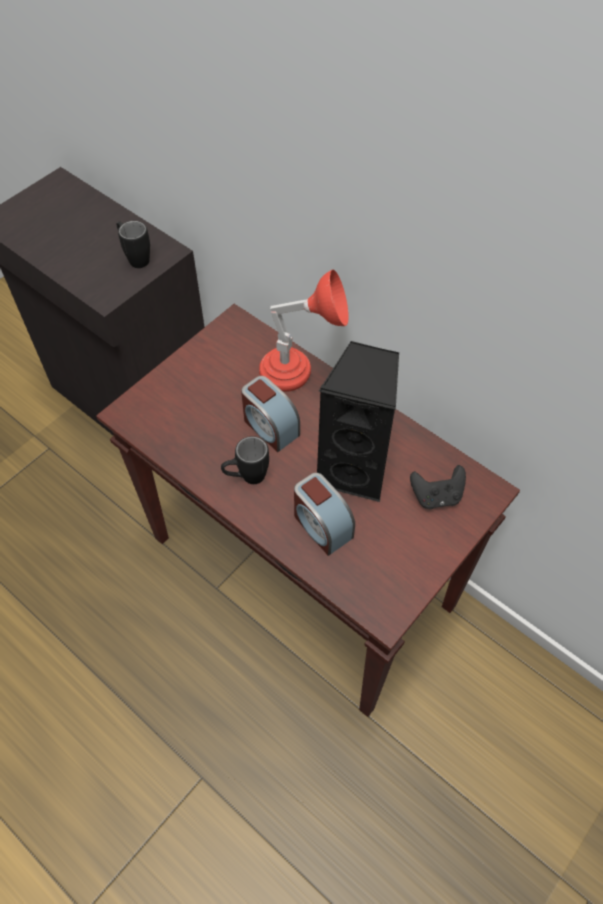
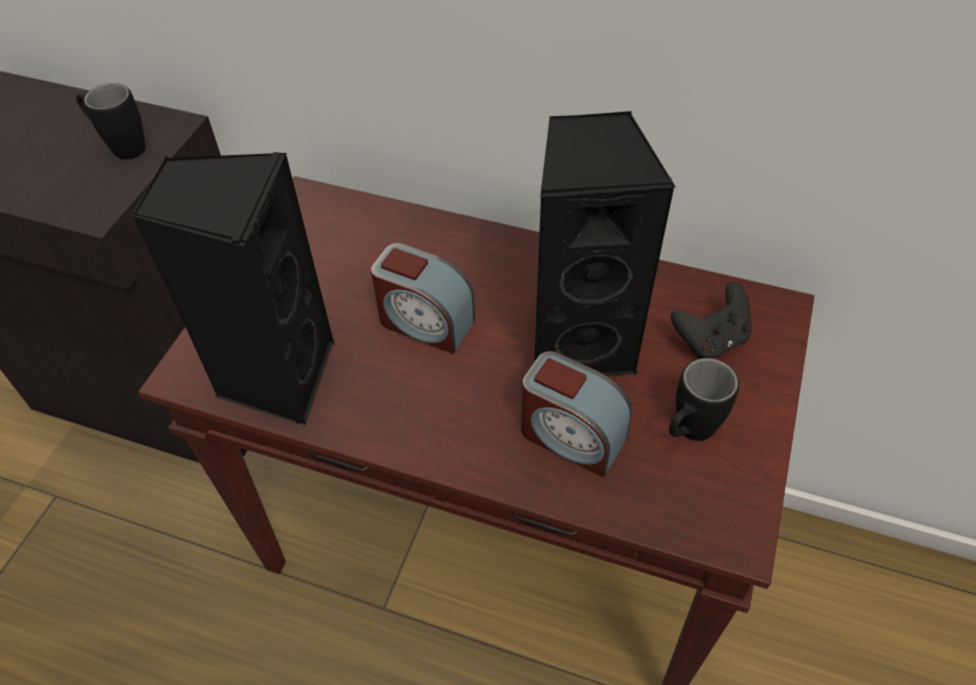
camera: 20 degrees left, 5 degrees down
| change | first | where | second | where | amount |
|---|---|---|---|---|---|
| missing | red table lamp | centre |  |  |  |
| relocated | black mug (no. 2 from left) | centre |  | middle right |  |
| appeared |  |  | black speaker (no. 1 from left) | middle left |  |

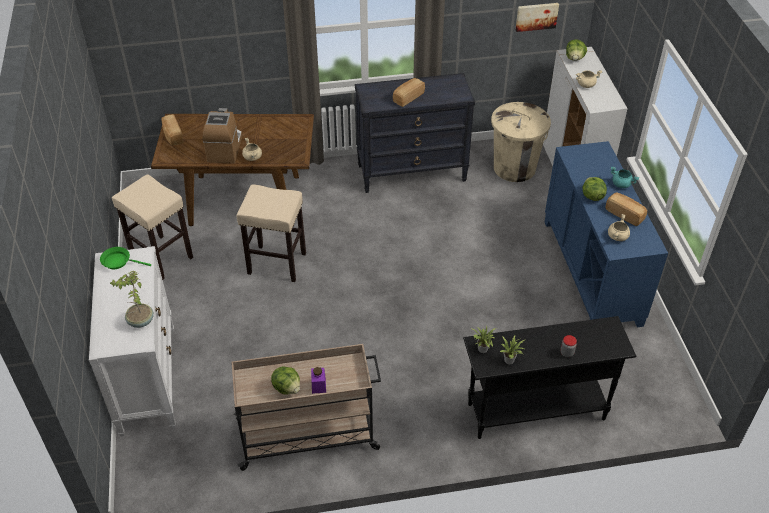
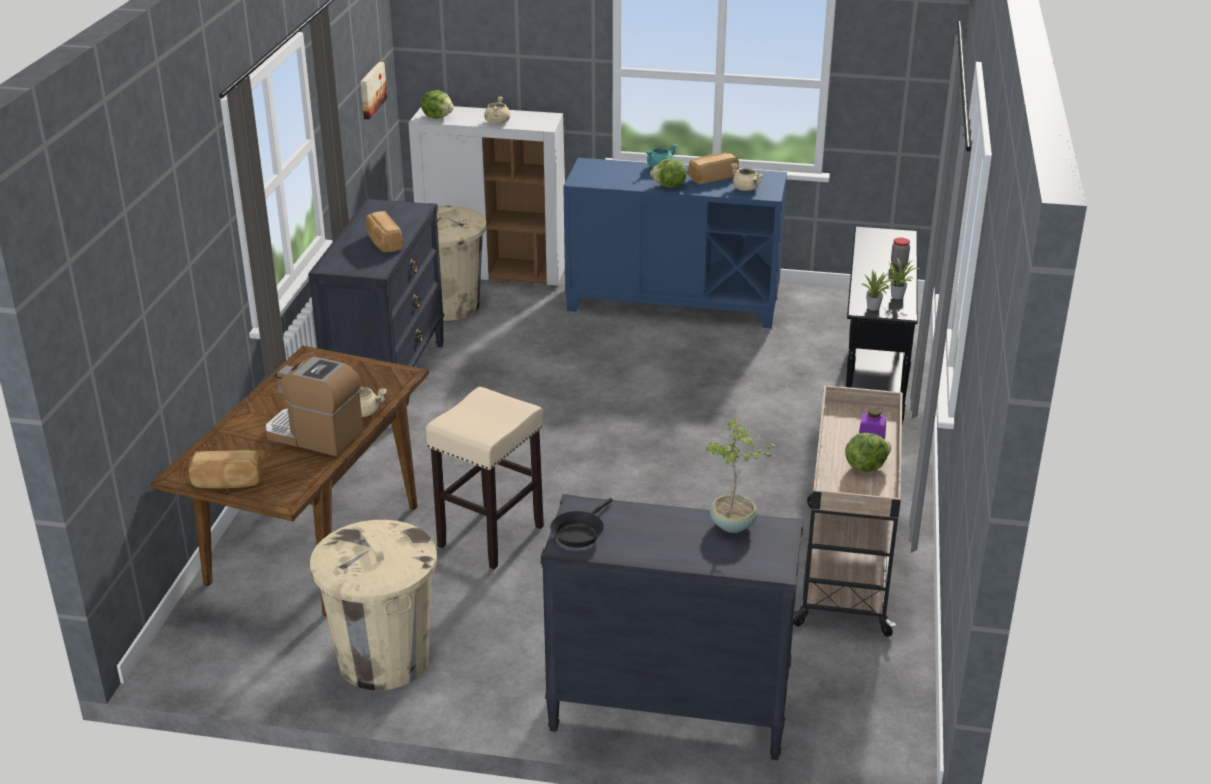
camera: 70 degrees left, 15 degrees down
| change | first | where | second | where | amount |
|---|---|---|---|---|---|
| exchanged | beige stool (no. 1 from left) | middle left | beige trash can (no. 1 from left) | bottom left |  |
| colour | white dresser | middle left | black dresser (no. 2 from left) | bottom centre |  |
| colour | green frying pan | middle left | black frying pan | bottom centre |  |

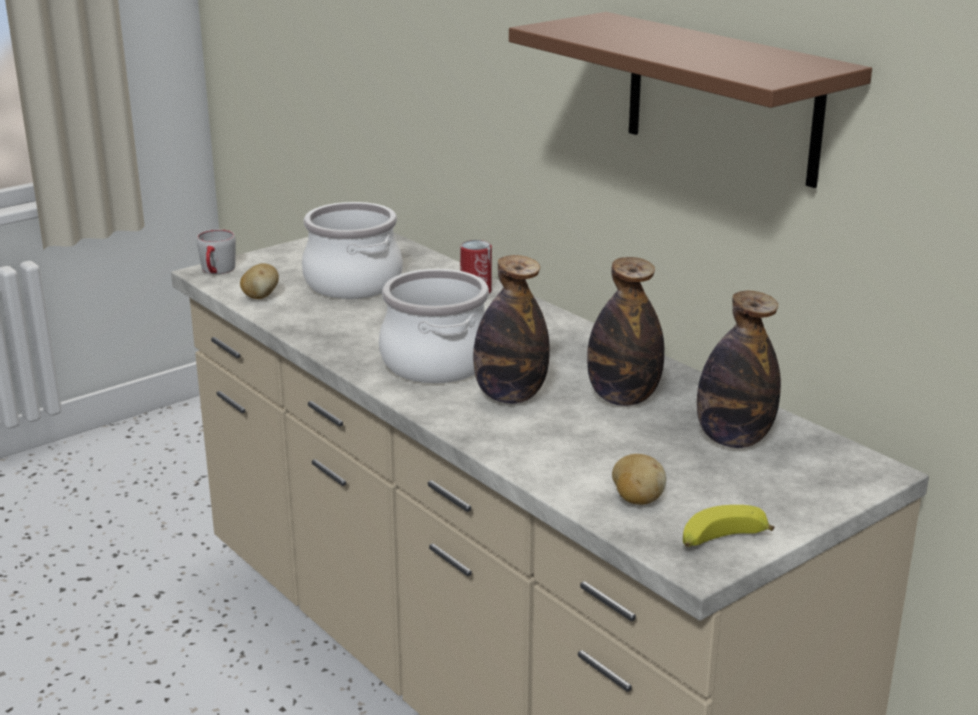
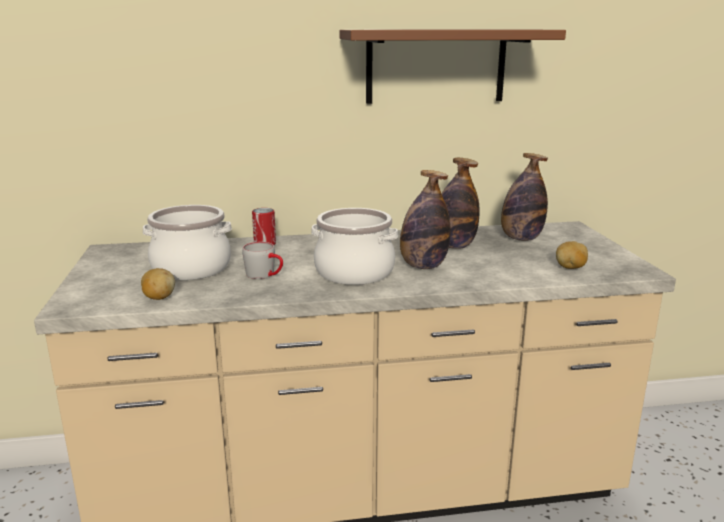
camera: 60 degrees left, 5 degrees down
| change | first | where | second | where | amount |
|---|---|---|---|---|---|
| relocated | grey mug | middle left |  | centre |  |
| missing | banana | bottom right |  |  |  |

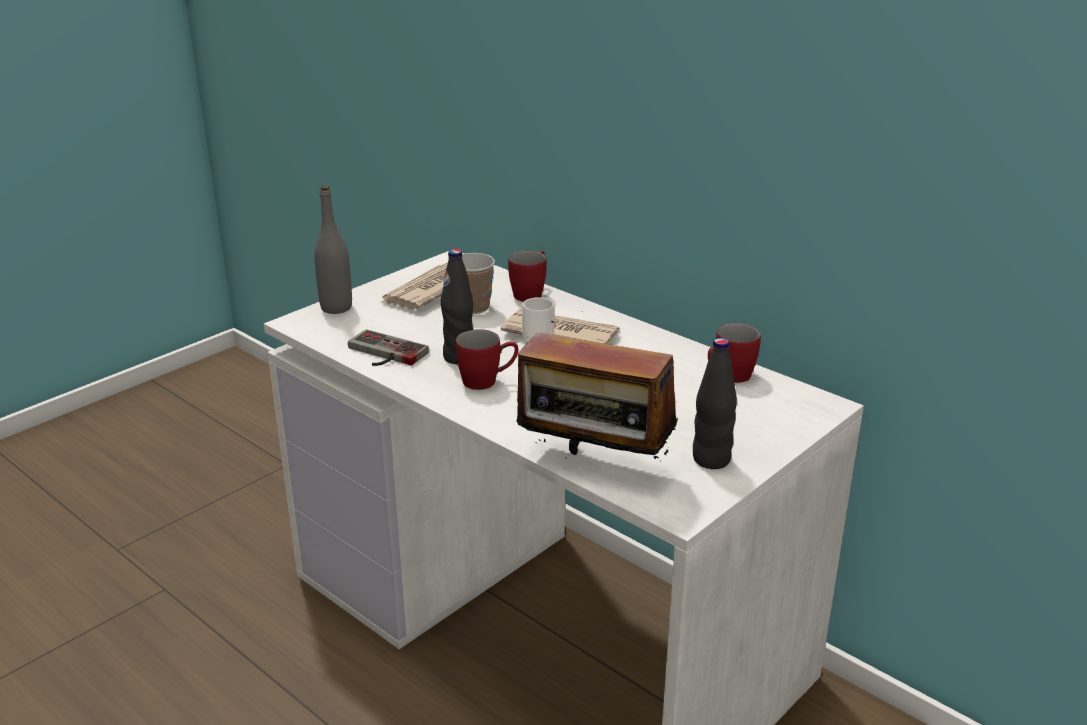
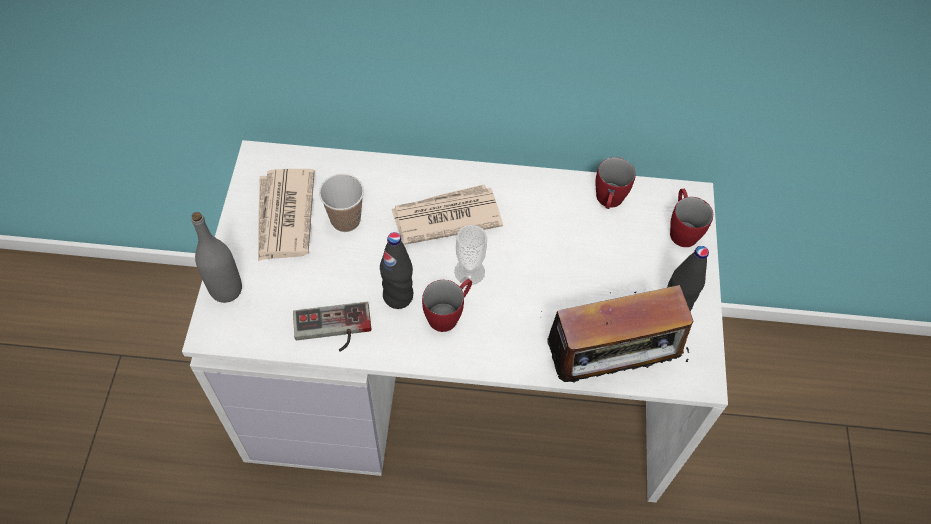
camera: 40 degrees left, 30 degrees up
| change | first | where | second | where | amount |
|---|---|---|---|---|---|
| relocated | red mug (no. 2 from left in the first image) | centre | red mug (no. 3 from left) | middle right |  |

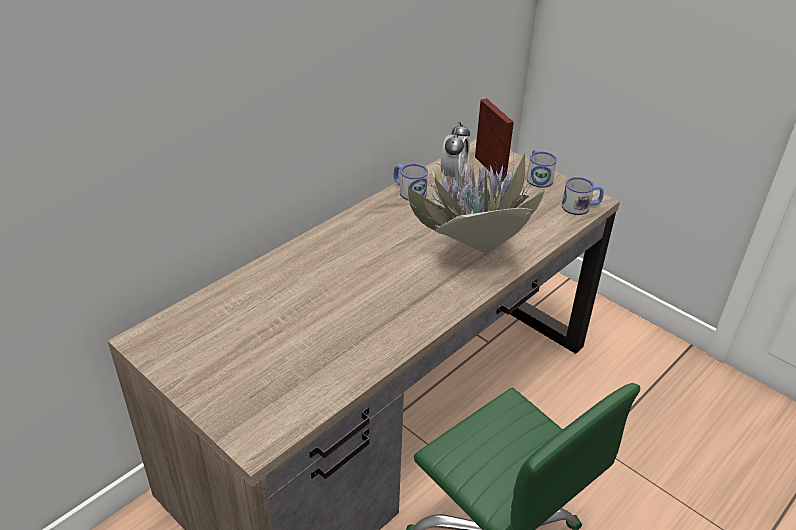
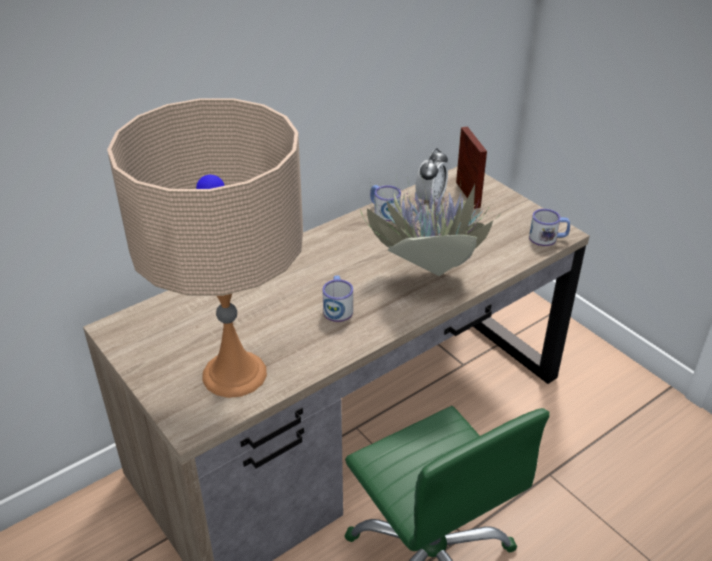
camera: 10 degrees right, 0 degrees up
| change | first | where | second | where | amount |
|---|---|---|---|---|---|
| relocated | mug (no. 2 from left in the first image) | top right | mug (no. 1 from left) | centre |  |
| appeared |  |  | beige table lamp | middle left |  |

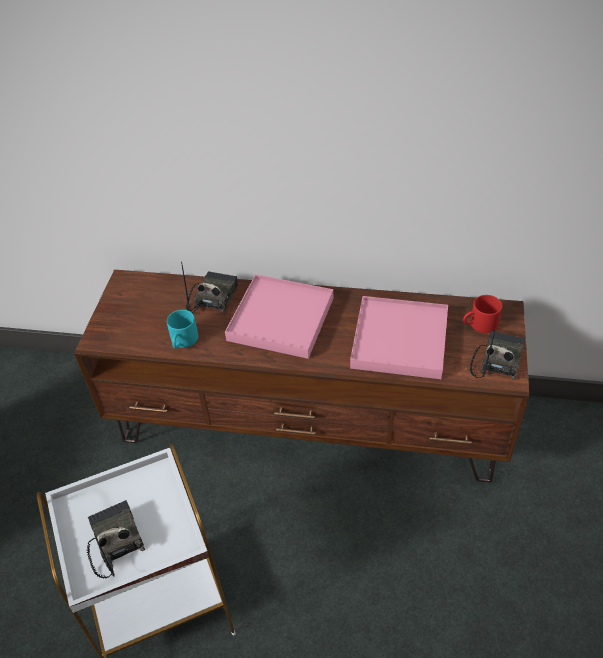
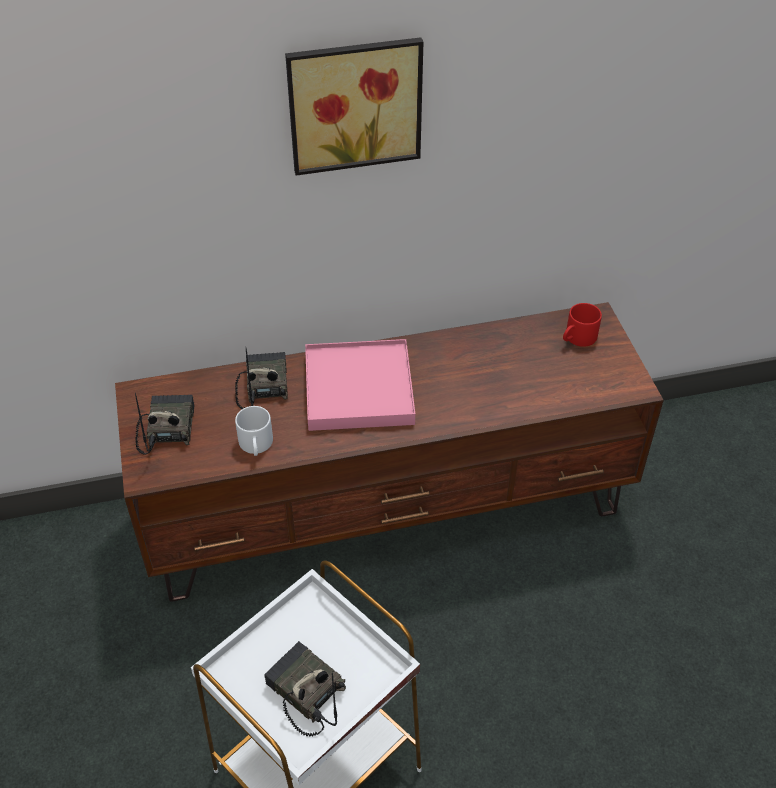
camera: 25 degrees left, 0 degrees up
| change | first | where | second | where | amount |
|---|---|---|---|---|---|
| missing | pink tray (no. 2 from left) | centre |  |  |  |
| colour | turquoise mug | middle left | white mug | middle left |  |
| relocated | radio (no. 3 from left in the first image) | middle right | radio (no. 1 from left) | middle left |  |
| appeared |  |  | picture | top centre |  |

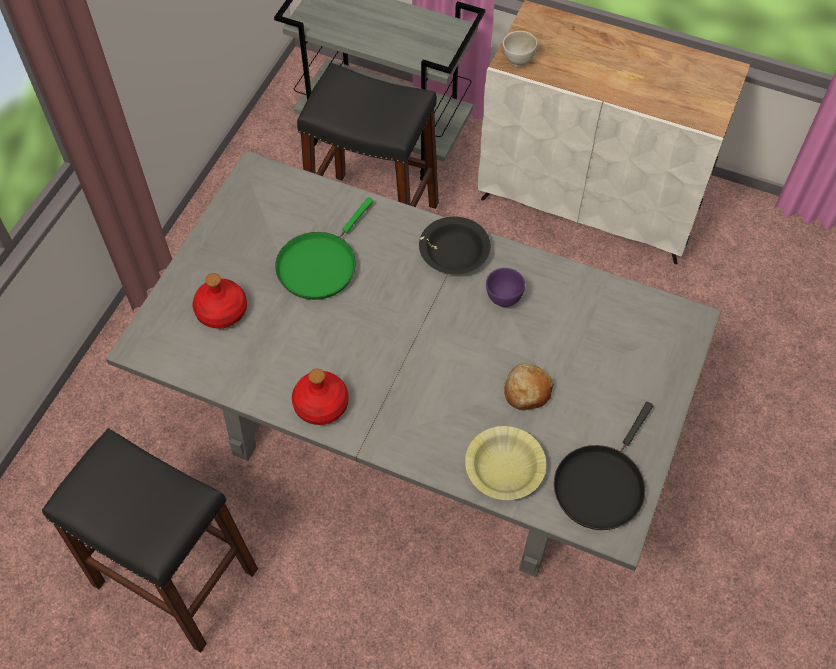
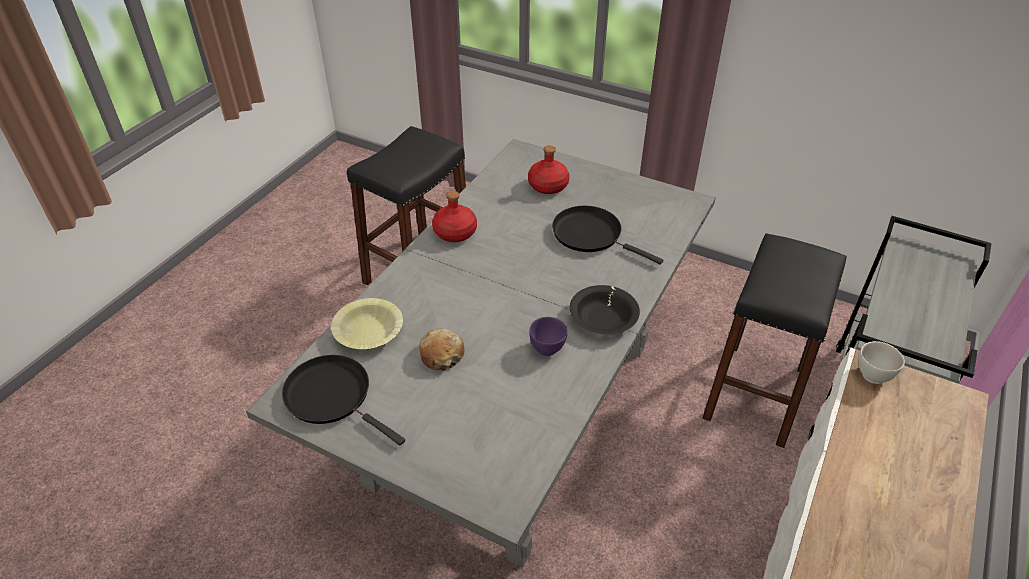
camera: 95 degrees right, 15 degrees down
| change | first | where | second | where | amount |
|---|---|---|---|---|---|
| colour | green frying pan | centre | black frying pan (no. 2 from left) | centre |  |

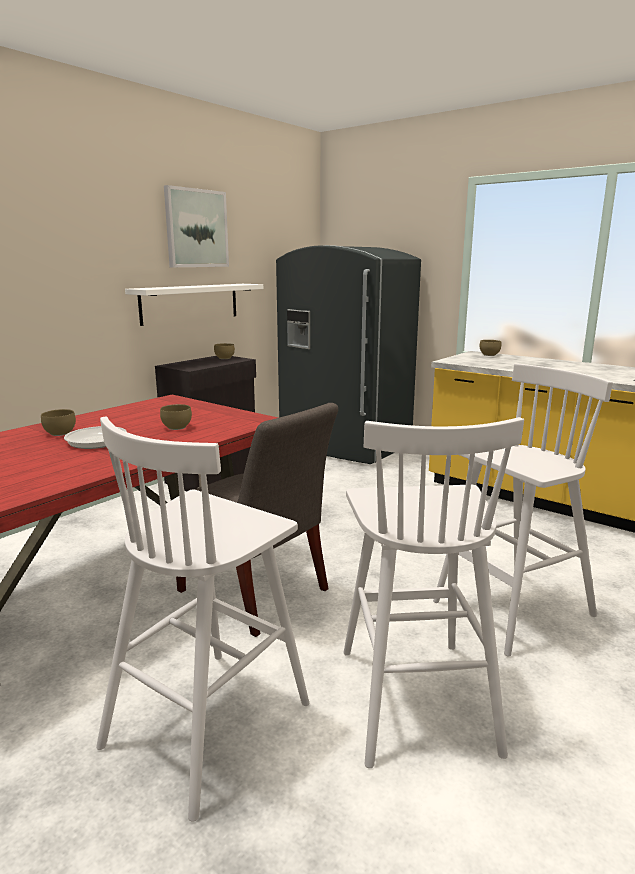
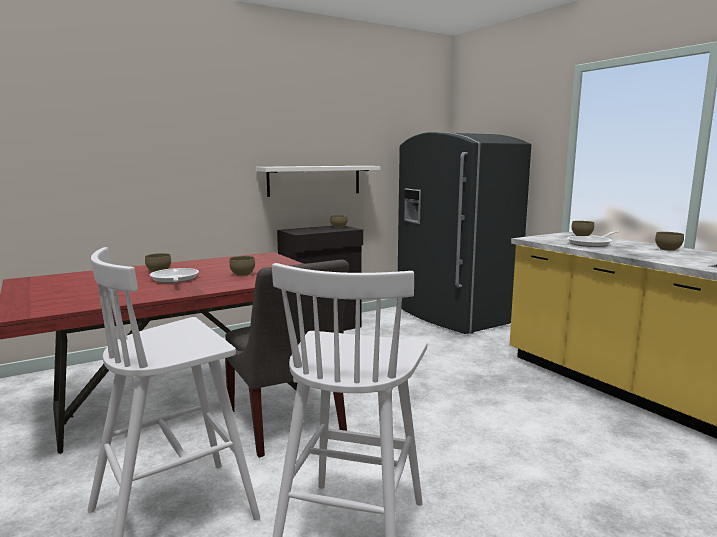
camera: 20 degrees right, 5 degrees down
| change | first | where | second | where | amount |
|---|---|---|---|---|---|
| missing | picture | top left |  |  |  |
| missing | white stool (no. 3 from left) | middle right |  |  |  |
| appeared |  |  | frying pan (no. 2 from left) | middle right |  |
| appeared |  |  | brown bowl (no. 5 from left) | middle right |  |

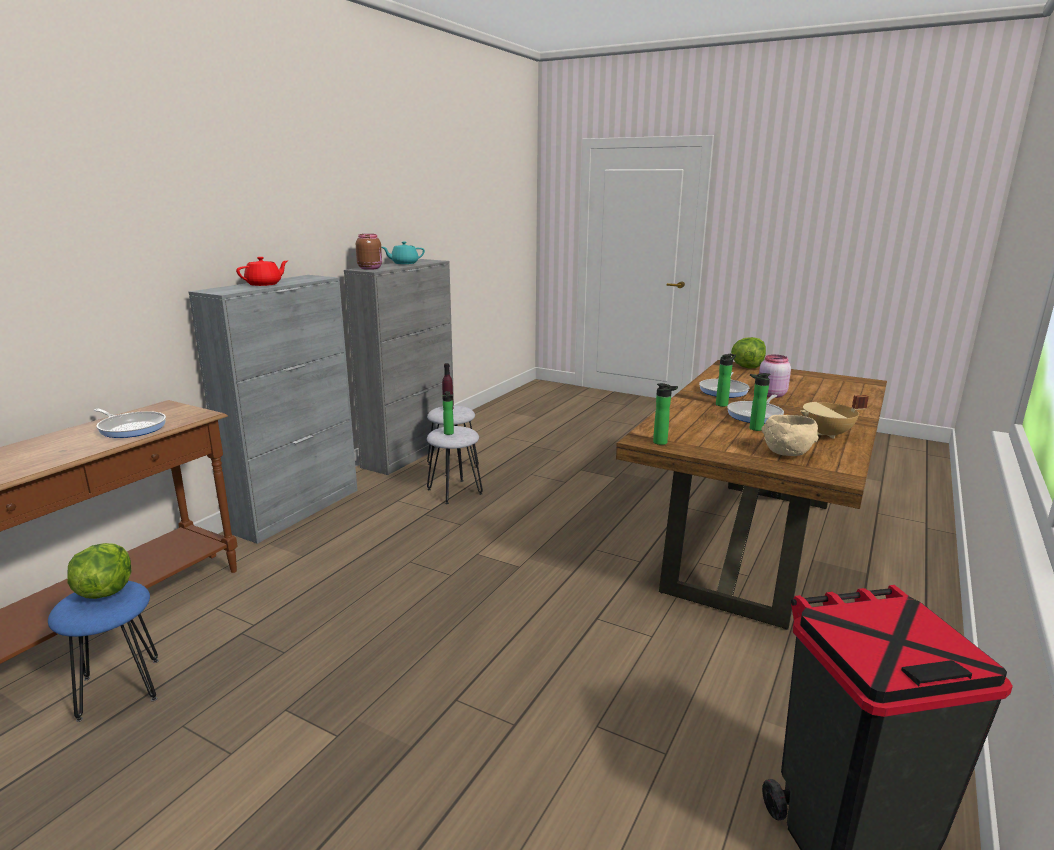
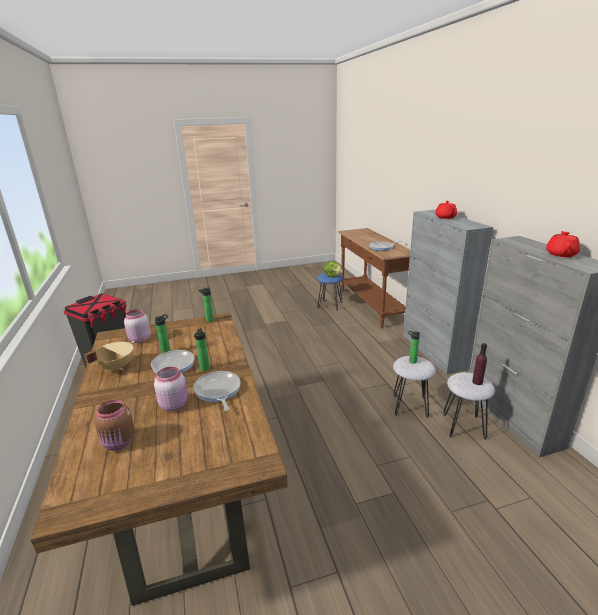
camera: 135 degrees right, 5 degrees up
| change | first | where | second | where | amount |
|---|---|---|---|---|---|
| relocated | brown jar | top centre |  | bottom left |  |
| colour | turquoise teapot | top centre | red teapot (no. 2 from left) | middle right |  |
| missing | lettuce (no. 2 from left) | middle right |  |  |  |
| exchanged | beige bowl | middle right | pink jar (no. 1 from left) | middle left |  |

